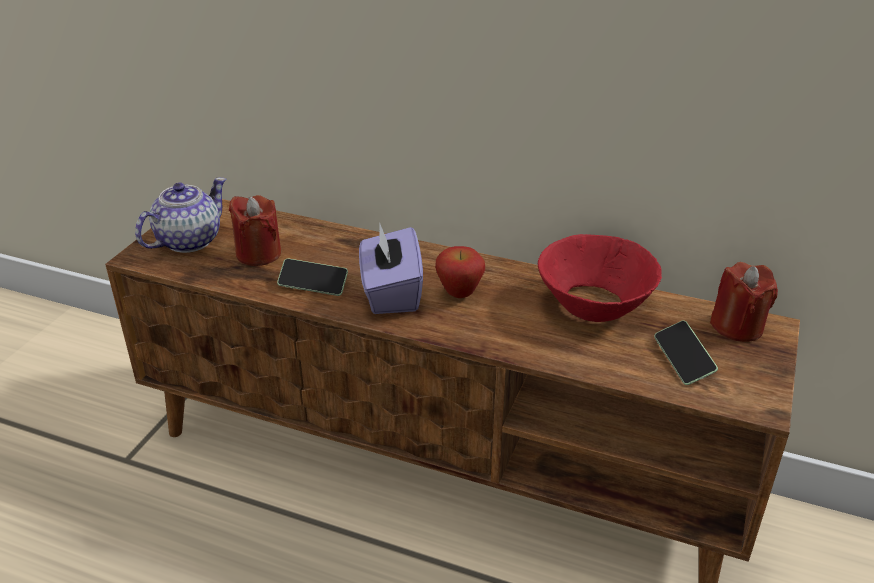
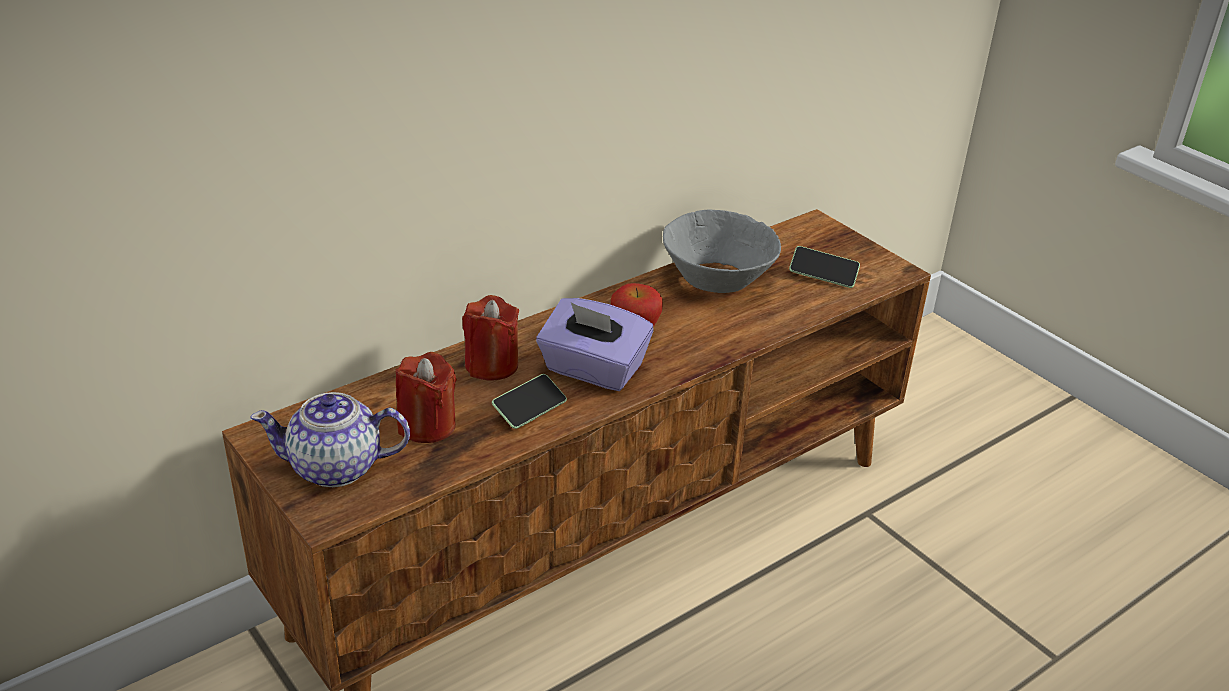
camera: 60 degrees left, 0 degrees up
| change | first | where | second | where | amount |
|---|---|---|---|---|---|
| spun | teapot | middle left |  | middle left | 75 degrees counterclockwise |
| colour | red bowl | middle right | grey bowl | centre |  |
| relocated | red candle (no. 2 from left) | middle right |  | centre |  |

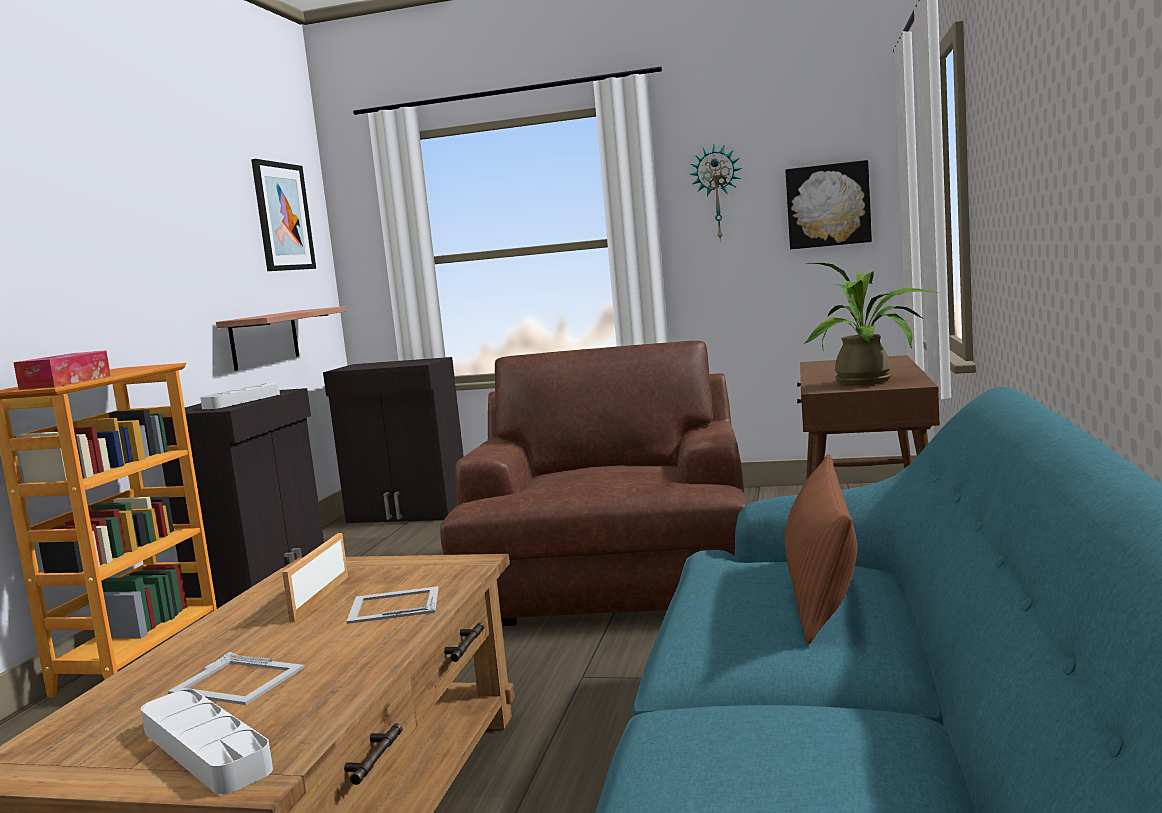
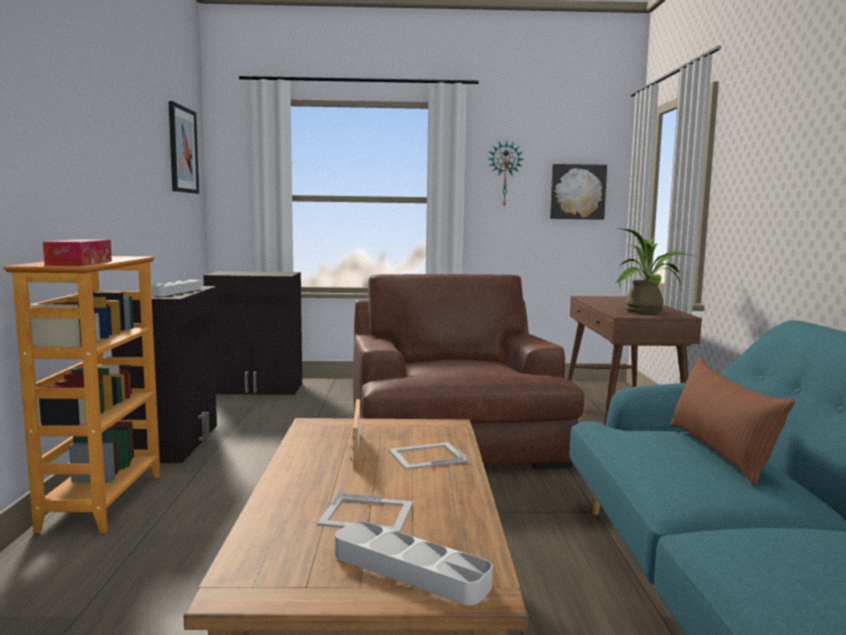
camera: 15 degrees left, 0 degrees up
| change | first | where | second | where | amount |
|---|---|---|---|---|---|
| missing | shelf | middle left |  |  |  |

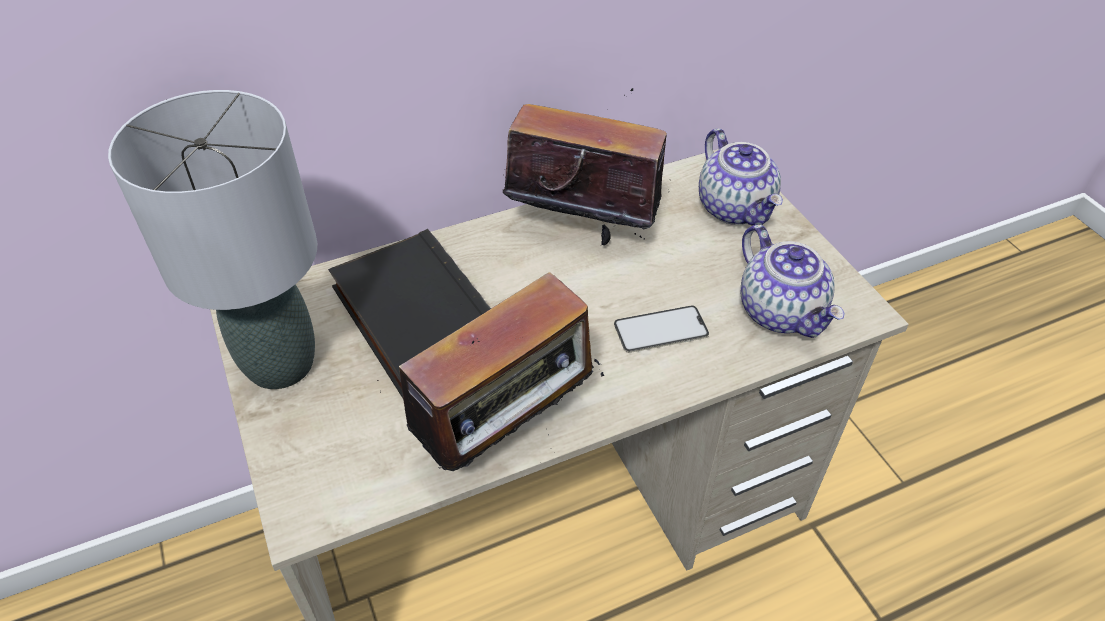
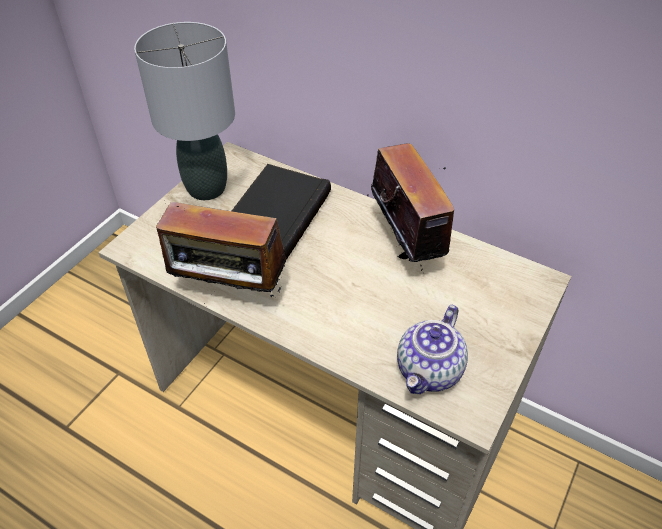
camera: 55 degrees right, 0 degrees up
| change | first | where | second | where | amount |
|---|---|---|---|---|---|
| missing | teapot (no. 1 from left) | top right |  |  |  |
| missing | phone | centre |  |  |  |

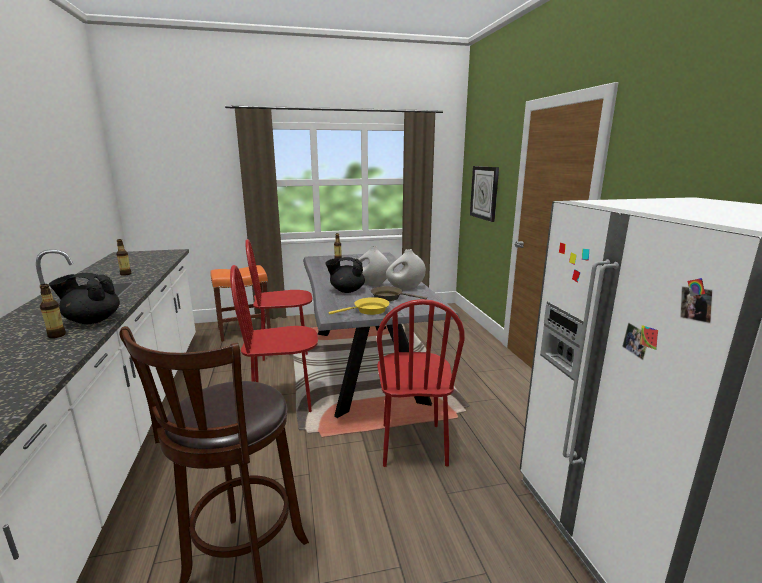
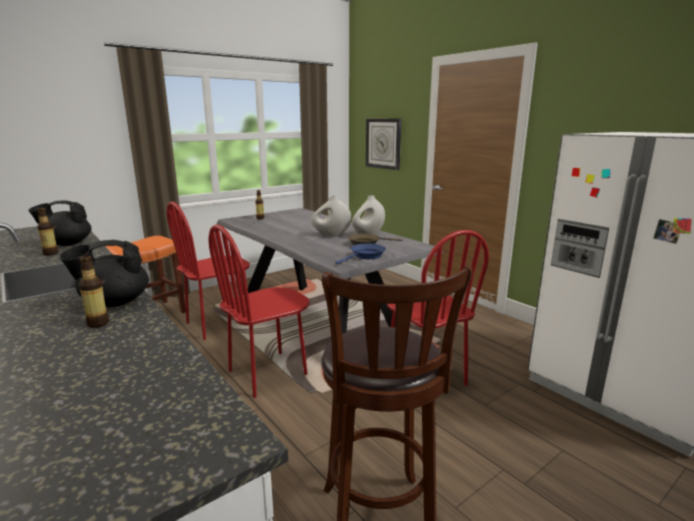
camera: 25 degrees left, 0 degrees up
| change | first | where | second | where | amount |
|---|---|---|---|---|---|
| relocated | black teapot (no. 2 from left in the first image) | centre | black teapot (no. 1 from left) | middle left |  |
| colour | yellow frying pan | centre | blue frying pan | centre |  |

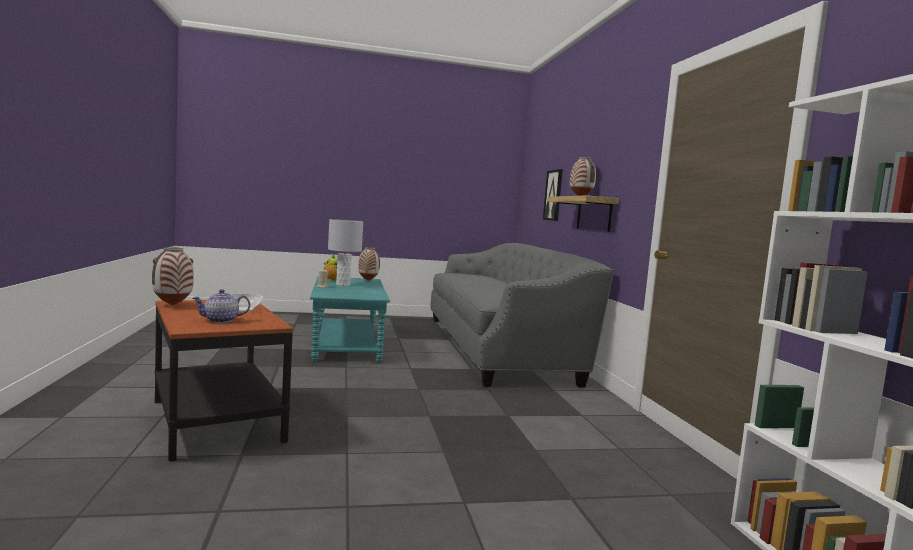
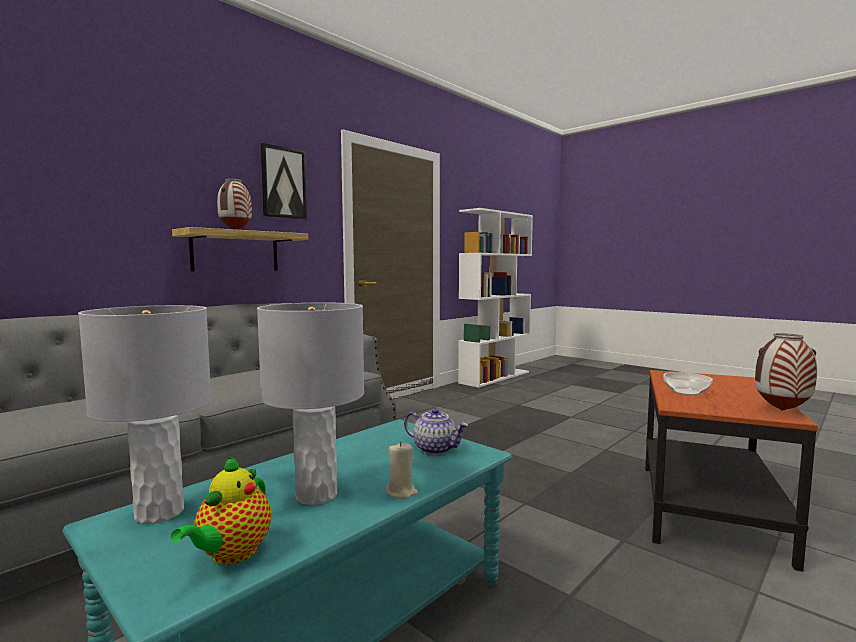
camera: 125 degrees left, 0 degrees up
| change | first | where | second | where | amount |
|---|---|---|---|---|---|
| relocated | picture | centre |  | top left |  |
| exchanged | vase (no. 2 from left) | centre | grey table lamp (no. 1 from left) | middle left |  |
| relocated | teapot (no. 1 from left in the first image) | middle left | teapot (no. 2 from left) | bottom centre |  |

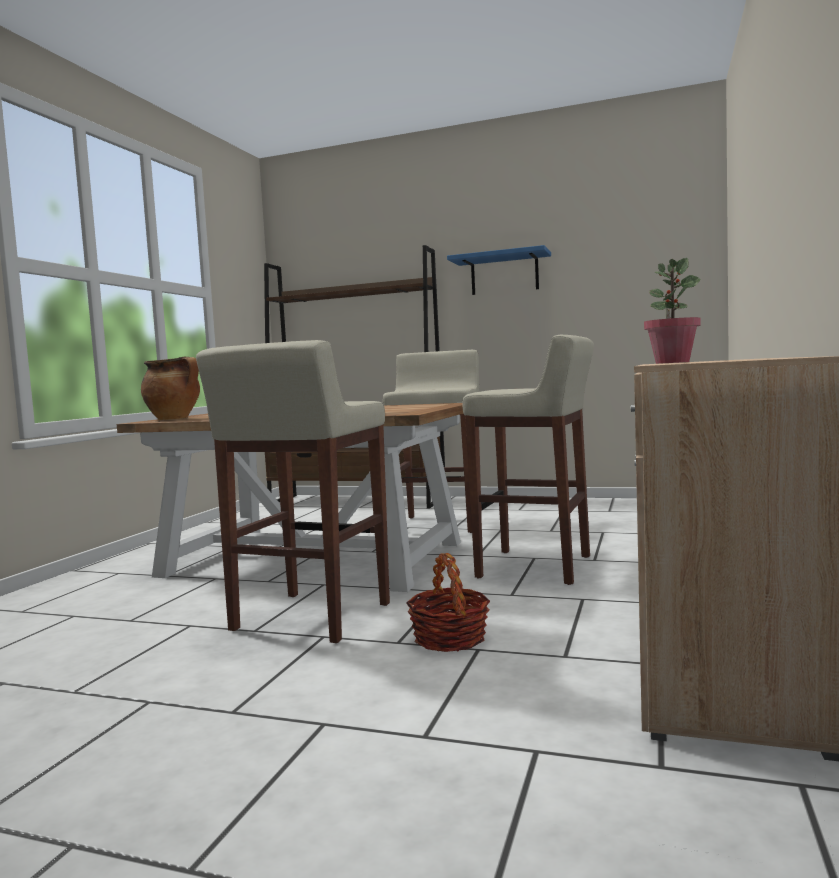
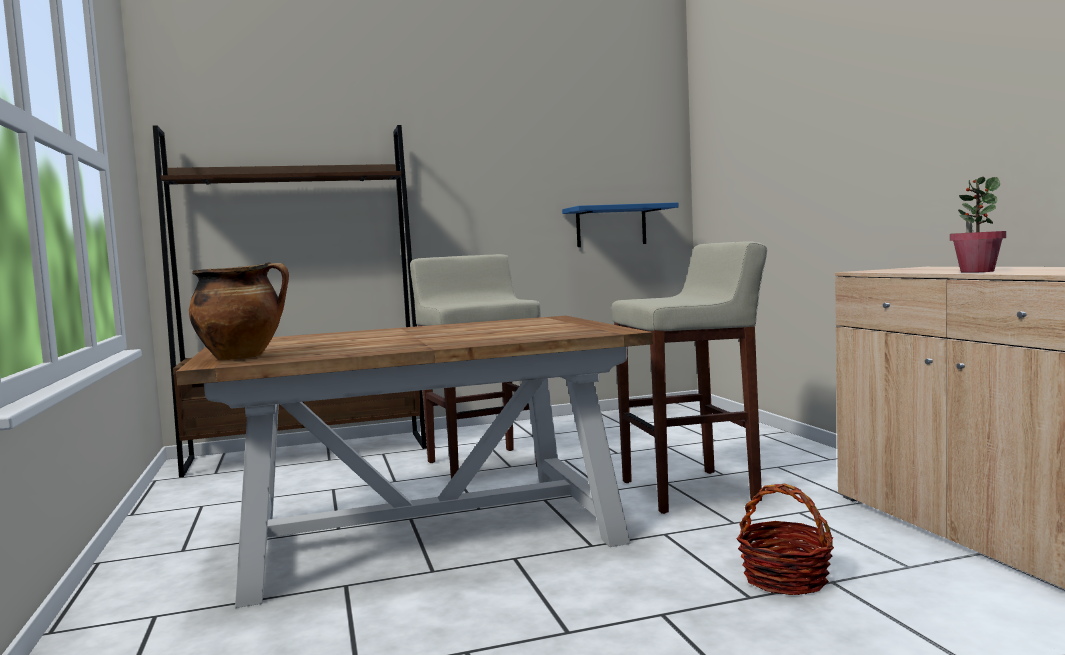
camera: 35 degrees left, 0 degrees up
| change | first | where | second | where | amount |
|---|---|---|---|---|---|
| relocated | blue shelf | top centre |  | centre |  |
| missing | beige stool (no. 1 from left) | centre |  |  |  |

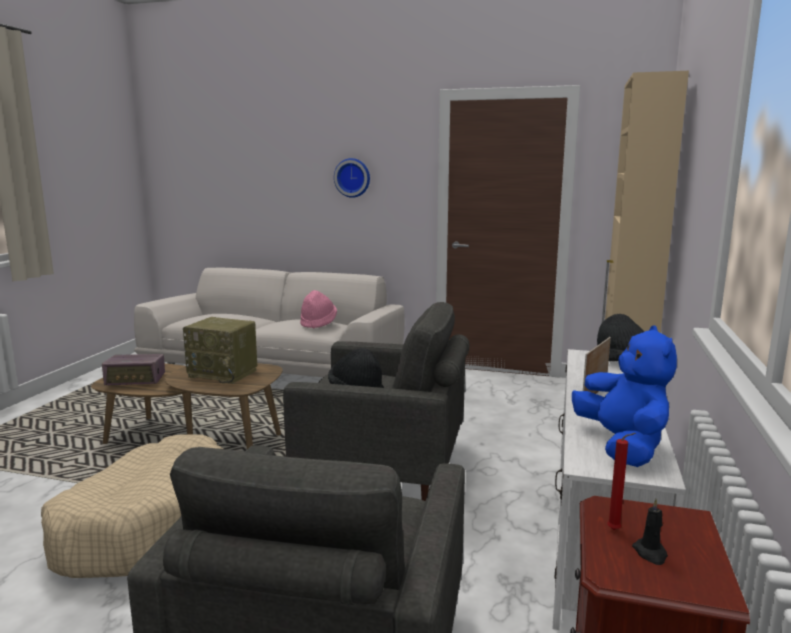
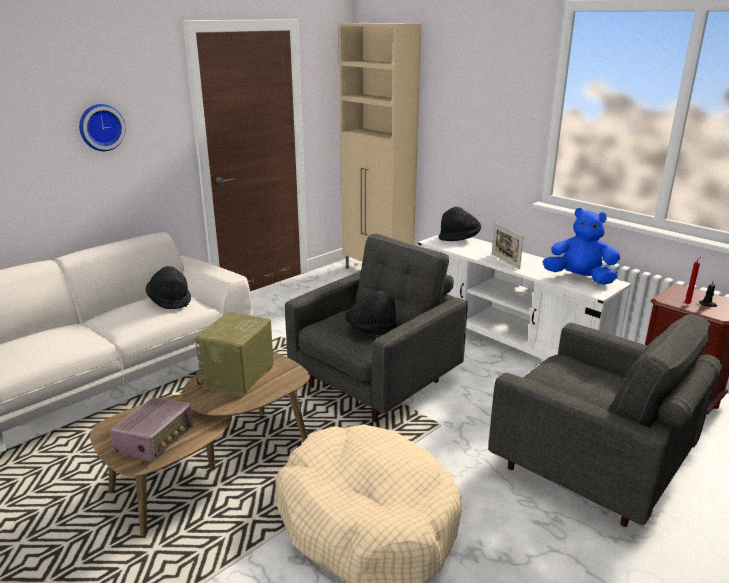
camera: 60 degrees left, 10 degrees up
| change | first | where | second | where | amount |
|---|---|---|---|---|---|
| colour | pink hat | centre | black hat (no. 1 from left) | middle left |  |
| spun | radio (no. 2 from left) | middle left |  | middle left | 150 degrees clockwise |

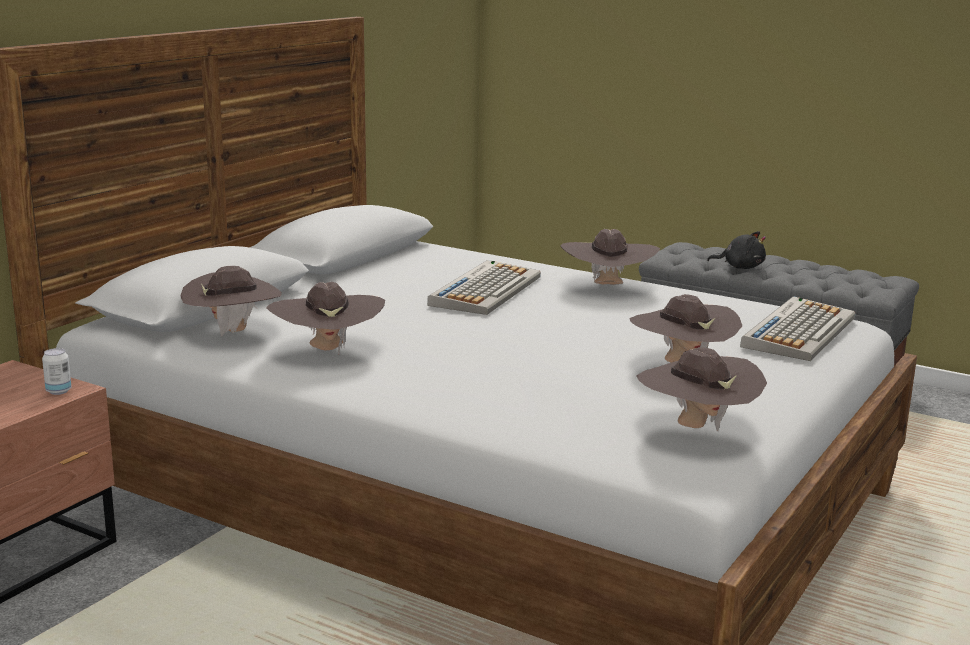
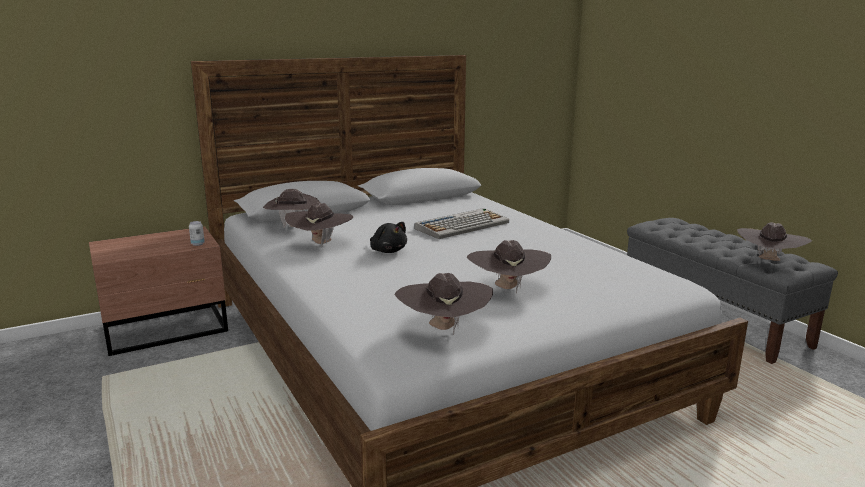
camera: 30 degrees right, 0 degrees up
| change | first | where | second | where | amount |
|---|---|---|---|---|---|
| relocated | brown hat (no. 3 from left in the first image) | centre | brown hat (no. 5 from left) | middle right |  |
| relocated | black plush toy | middle right |  | centre |  |
| missing | keyboard (no. 2 from left) | middle right |  |  |  |

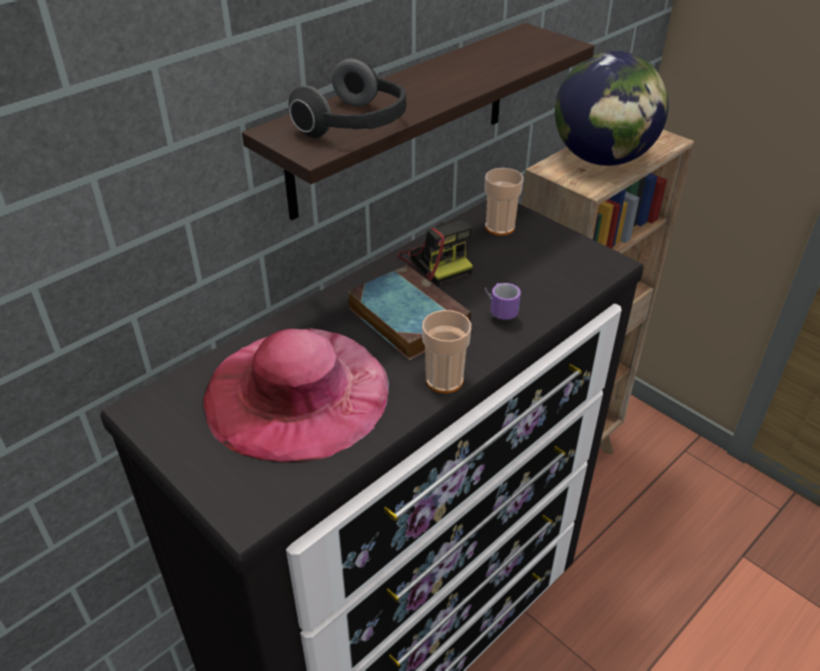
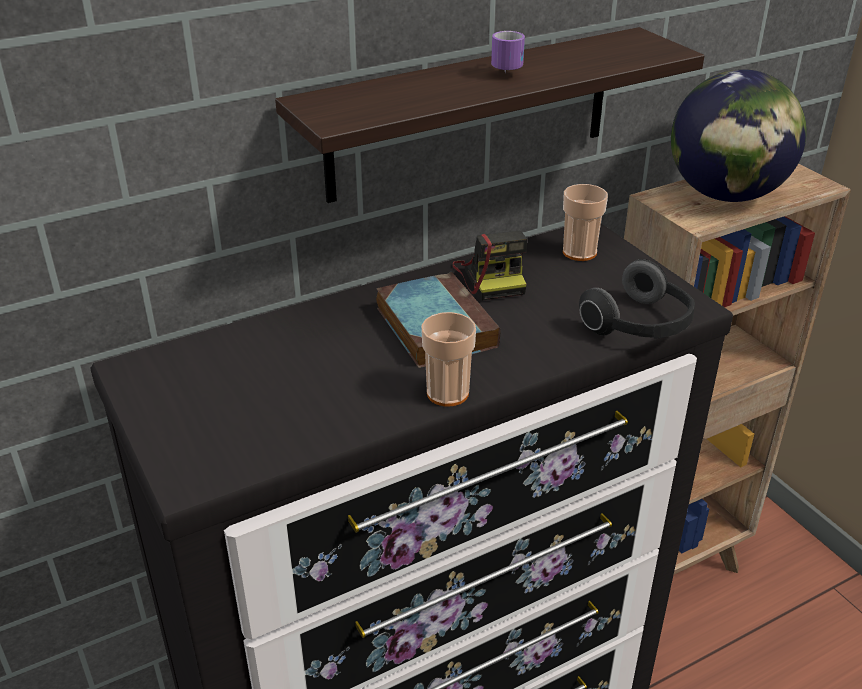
camera: 15 degrees right, 5 degrees down
| change | first | where | second | where | amount |
|---|---|---|---|---|---|
| relocated | headphones | top centre |  | middle right |  |
| relocated | mug | centre |  | top centre |  |
| missing | pink hat | centre |  |  |  |

